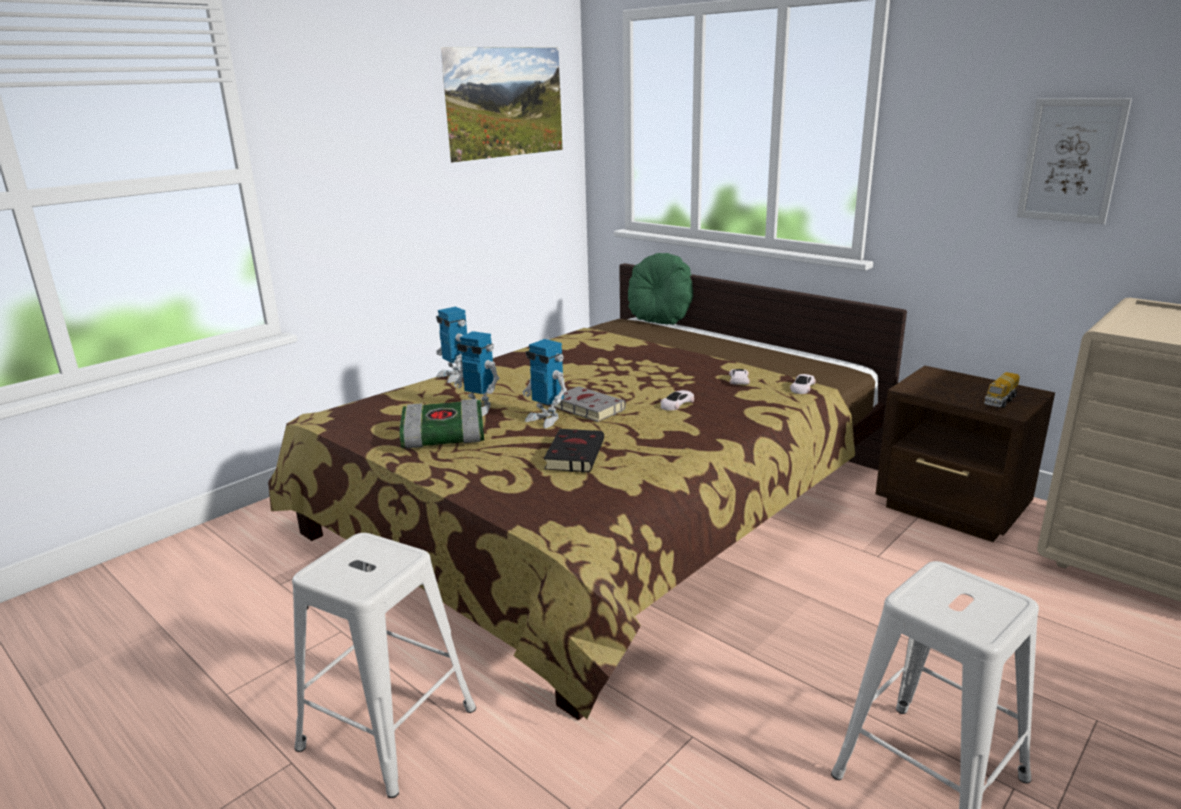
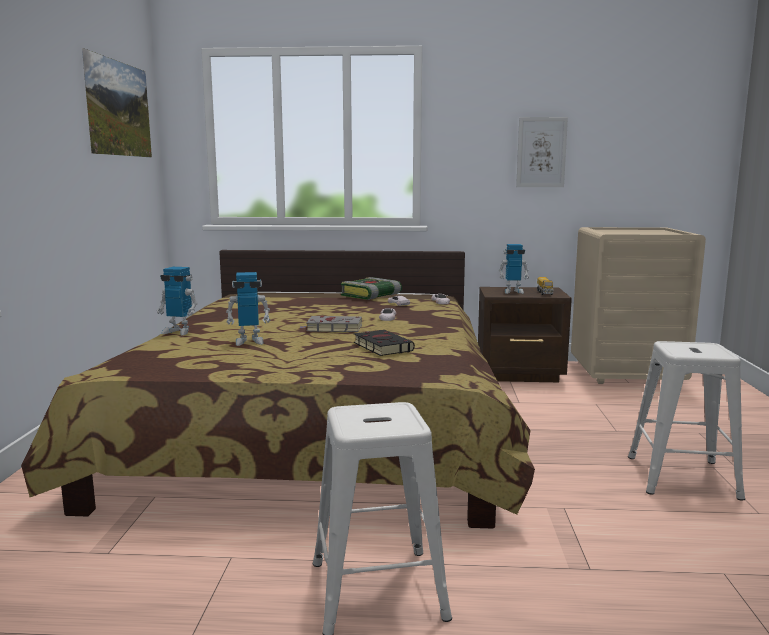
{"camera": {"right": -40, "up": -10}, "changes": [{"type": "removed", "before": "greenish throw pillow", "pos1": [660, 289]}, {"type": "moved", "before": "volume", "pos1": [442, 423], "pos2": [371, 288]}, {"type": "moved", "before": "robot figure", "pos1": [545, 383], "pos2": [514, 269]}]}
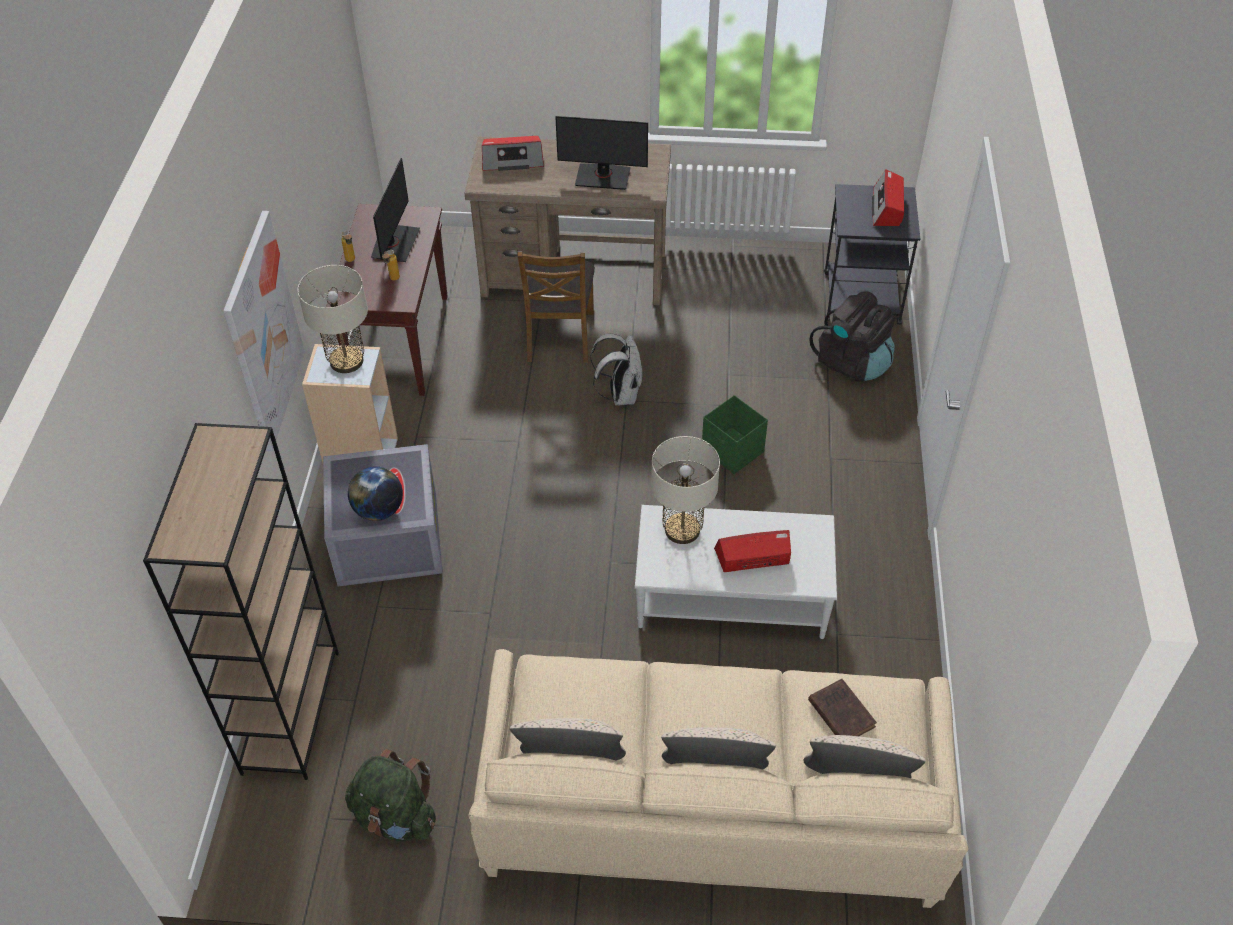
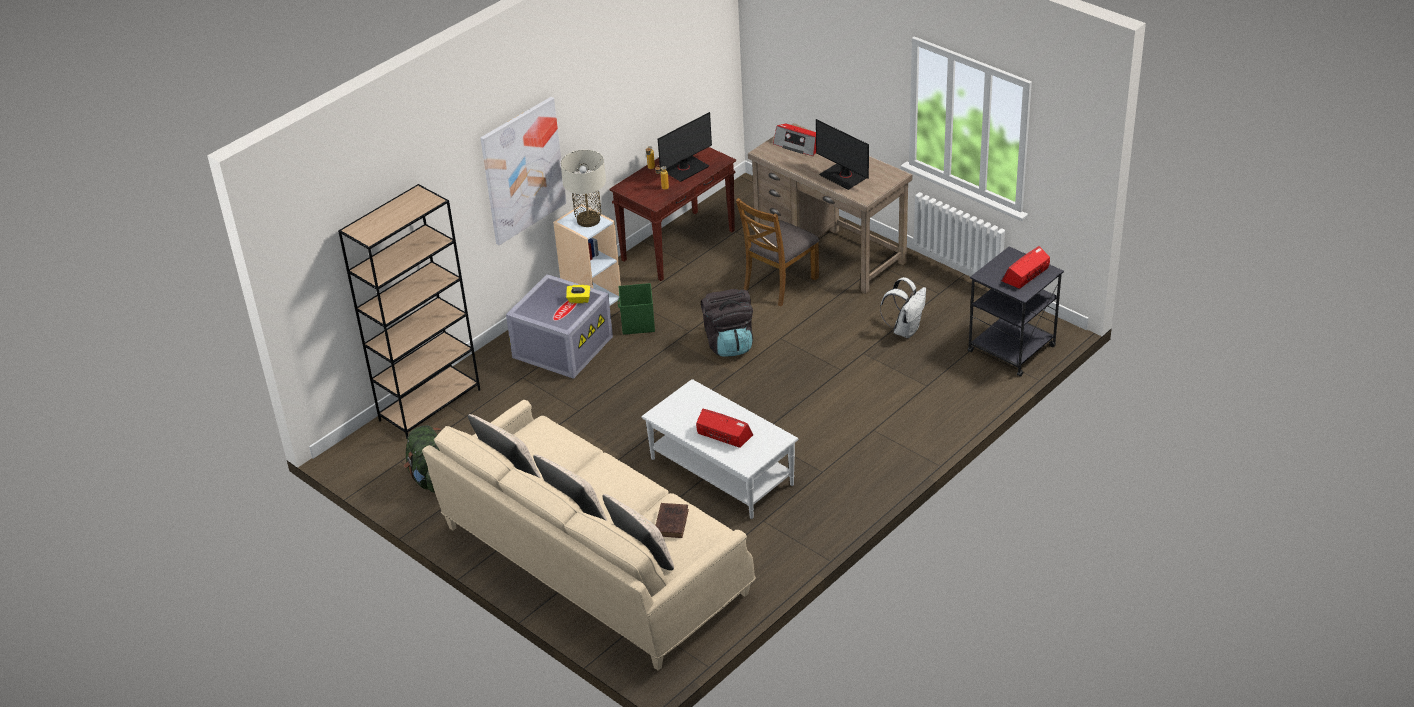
{"camera": {"right": 40, "up": -10}, "changes": [{"type": "removed", "before": "desk globe", "pos1": [375, 493]}, {"type": "removed", "before": "tabletop lamp", "pos1": [685, 490]}, {"type": "added", "after": "yellow box of tissues", "pos2": [578, 294]}, {"type": "moved", "before": "white knapsack", "pos1": [616, 369], "pos2": [903, 307]}, {"type": "moved", "before": "greenish storage bin", "pos1": [735, 434], "pos2": [636, 309]}, {"type": "moved", "before": "black knapsack", "pos1": [852, 336], "pos2": [727, 323]}]}
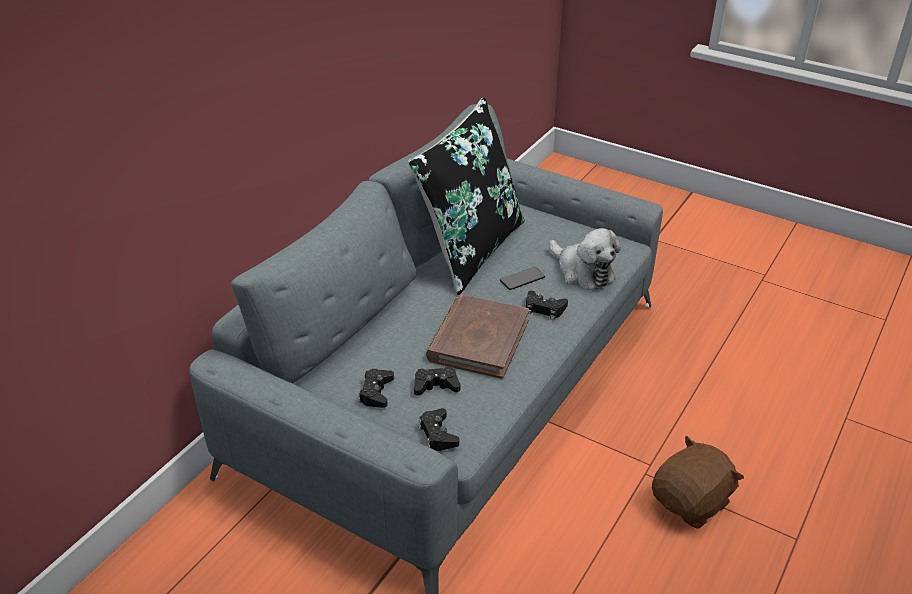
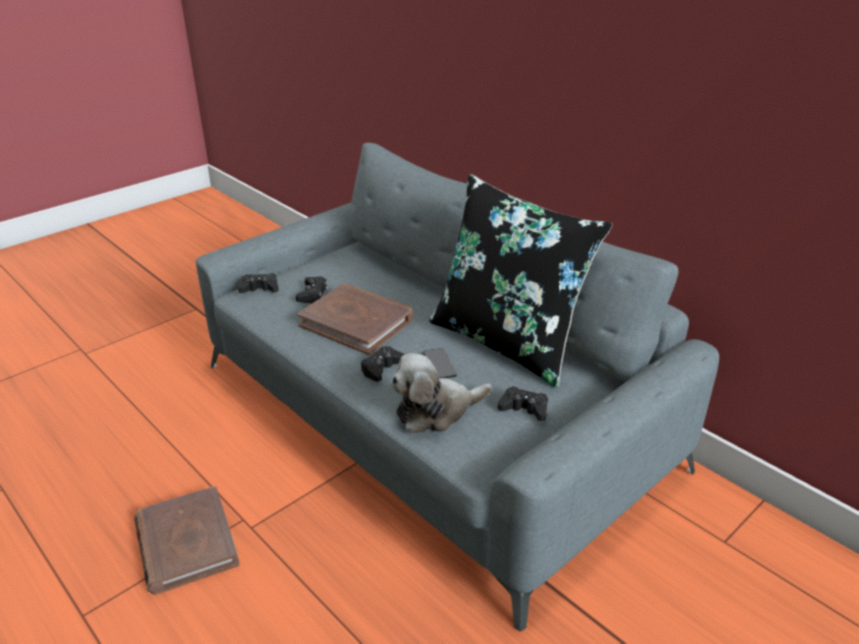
{"camera": {"right": 105, "up": -5}, "changes": [{"type": "moved", "before": "black game controller", "pos1": [376, 388], "pos2": [523, 403]}, {"type": "replaced", "before": "brownish plush toy", "after": "brownish volume", "pos1": [698, 482], "pos2": [187, 540]}]}
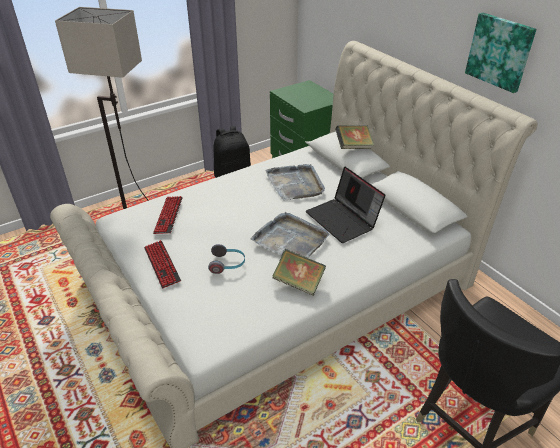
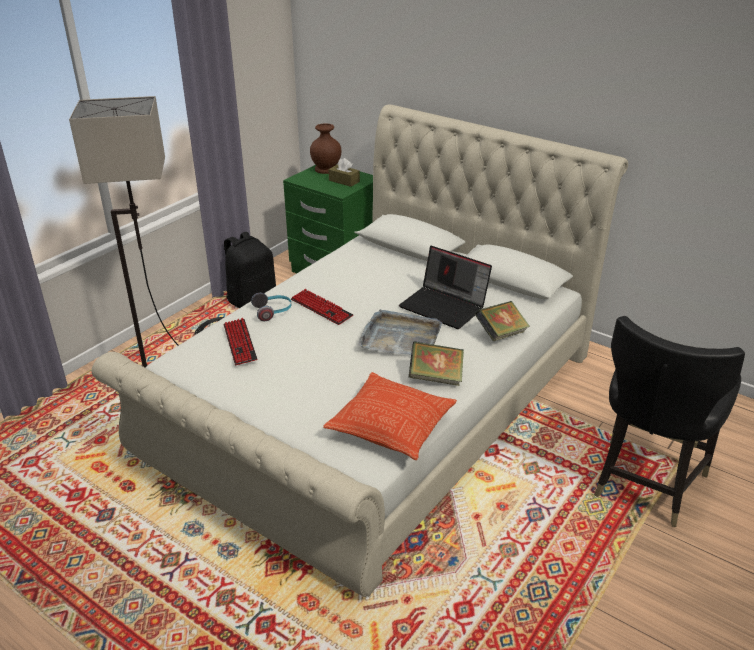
{"camera": {"right": -20, "up": -5}, "changes": [{"type": "removed", "before": "gray serving tray", "pos1": [295, 182]}, {"type": "removed", "before": "wall art", "pos1": [500, 53]}, {"type": "added", "after": "brownish flower vase", "pos2": [325, 148]}, {"type": "added", "after": "orangey throw pillow", "pos2": [390, 416]}, {"type": "added", "after": "brownish box of tissues", "pos2": [344, 172]}, {"type": "moved", "before": "keyboard", "pos1": [162, 264], "pos2": [322, 307]}, {"type": "moved", "before": "headphones", "pos1": [226, 259], "pos2": [271, 307]}, {"type": "moved", "before": "volume", "pos1": [354, 137], "pos2": [502, 321]}]}
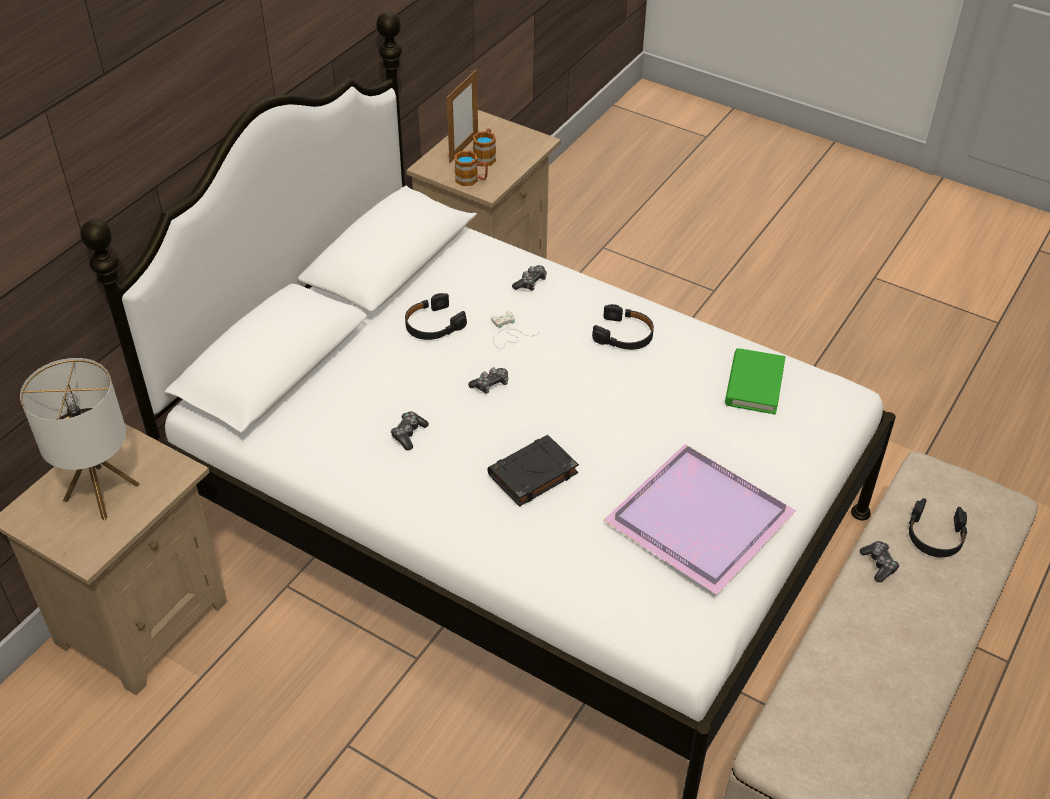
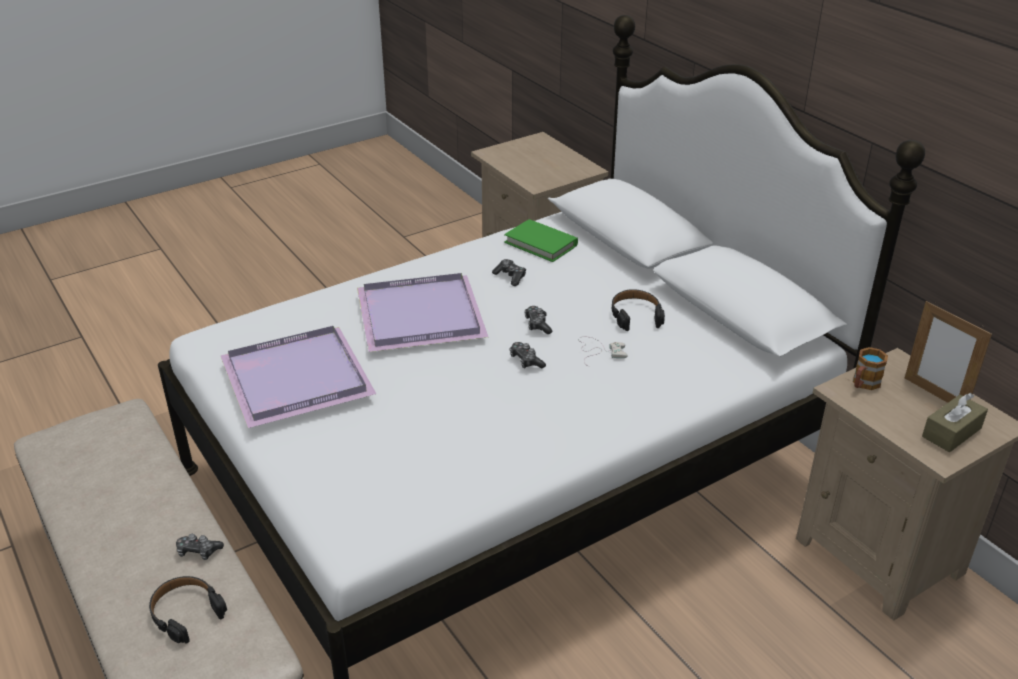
{"camera": {"right": 115, "up": -10}, "changes": [{"type": "removed", "before": "tabletop lamp", "pos1": [80, 439]}, {"type": "removed", "before": "mug", "pos1": [484, 148]}, {"type": "removed", "before": "black headphones", "pos1": [623, 327]}, {"type": "added", "after": "brownish box of tissues", "pos2": [955, 422]}, {"type": "moved", "before": "game controller", "pos1": [529, 278], "pos2": [527, 355]}, {"type": "moved", "before": "greenish volume", "pos1": [755, 381], "pos2": [541, 240]}, {"type": "replaced", "before": "black volume", "after": "purplish serving tray", "pos1": [533, 471], "pos2": [422, 312]}]}
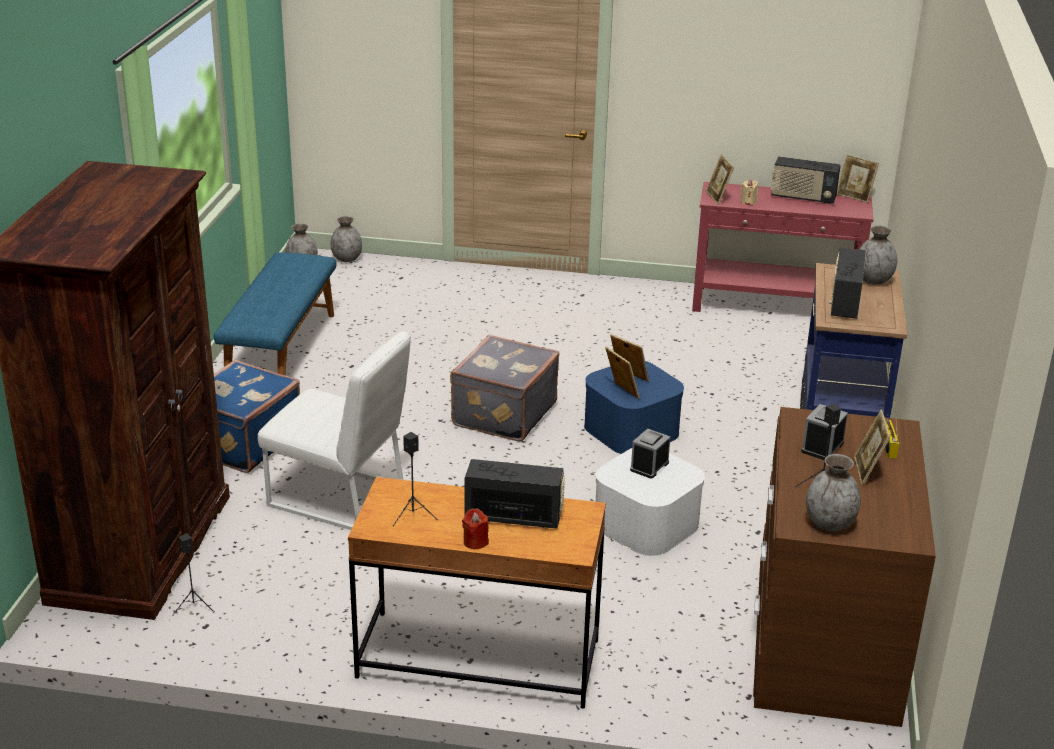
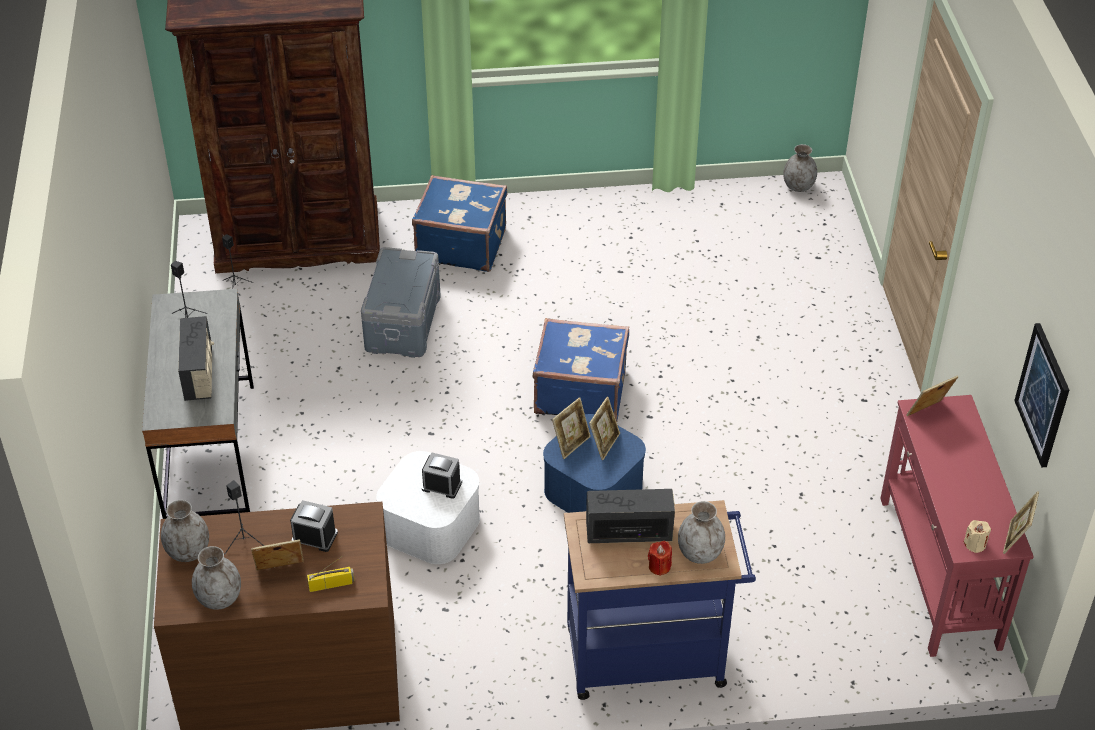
{"camera": {"right": 75, "up": 15}, "changes": [{"type": "removed", "before": "blue-coloured indoor bench", "pos1": [274, 313]}, {"type": "removed", "before": "radio set", "pos1": [806, 180]}, {"type": "added", "after": "wall art", "pos2": [1041, 395]}, {"type": "moved", "before": "gray flower vase", "pos1": [346, 239], "pos2": [216, 578]}, {"type": "moved", "before": "red wax candle", "pos1": [475, 529], "pos2": [660, 558]}, {"type": "moved", "before": "sand-coloured wax candle", "pos1": [749, 192], "pos2": [977, 536]}, {"type": "replaced", "before": "white upright chair", "after": "gray storage bin", "pos1": [334, 430], "pos2": [401, 302]}, {"type": "recoloured", "before": "brownish desk", "after": "gray desk", "pos1": [477, 593], "pos2": [198, 404]}, {"type": "recoloured", "before": "gray suitcase", "after": "blue-coloured suitcase", "pos1": [505, 388], "pos2": [581, 370]}]}
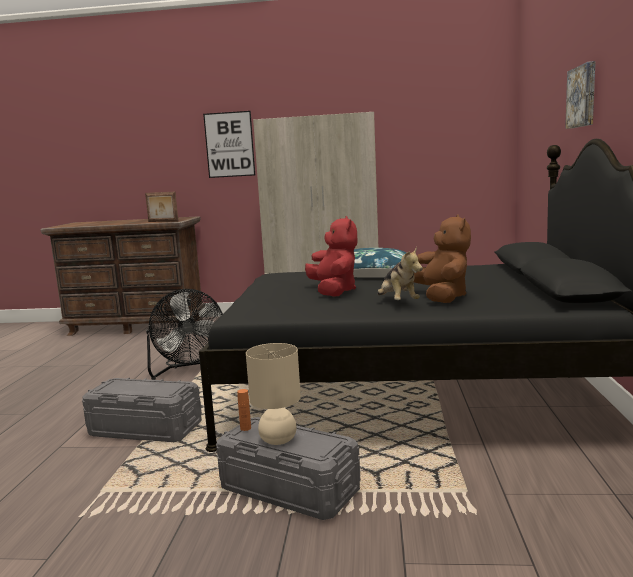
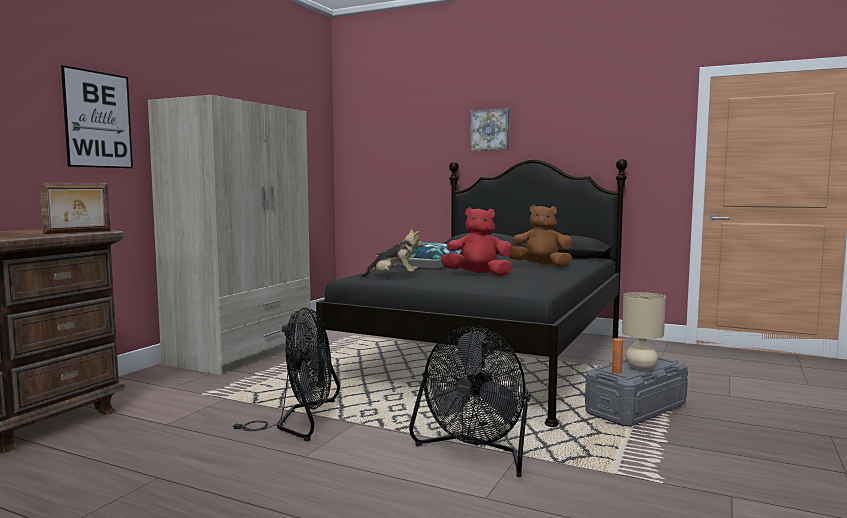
{"camera": {"right": -70, "up": -5}, "changes": [{"type": "moved", "before": "plush toy", "pos1": [400, 273], "pos2": [391, 253]}, {"type": "replaced", "before": "gray storage bin", "after": "black electric fan", "pos1": [142, 410], "pos2": [470, 401]}]}
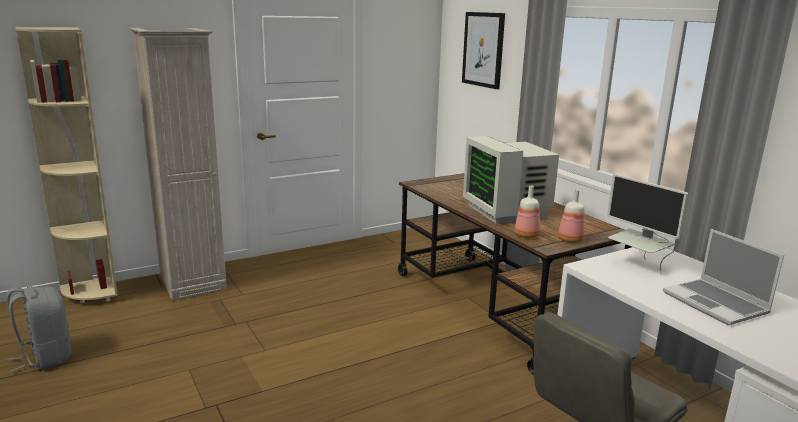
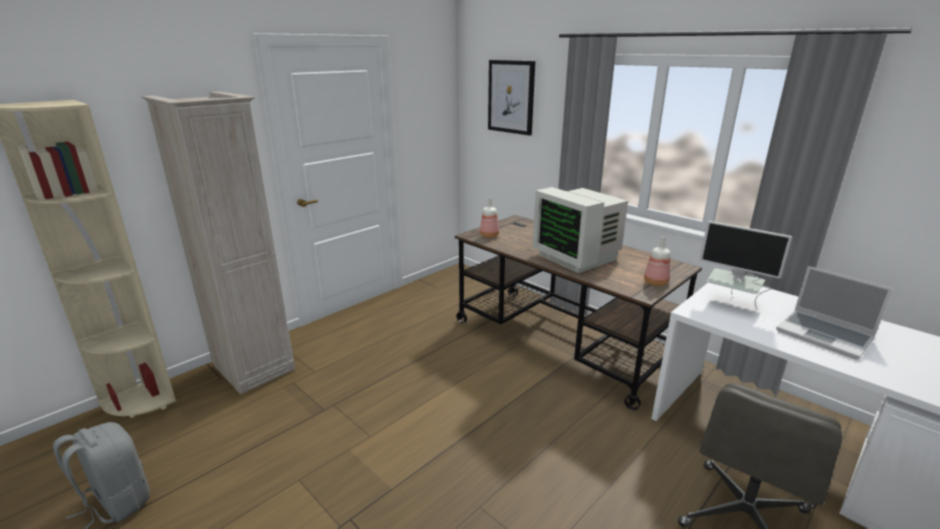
{"camera": {"right": -15, "up": 5}, "changes": [{"type": "moved", "before": "beverage bottle", "pos1": [527, 211], "pos2": [489, 217]}]}
